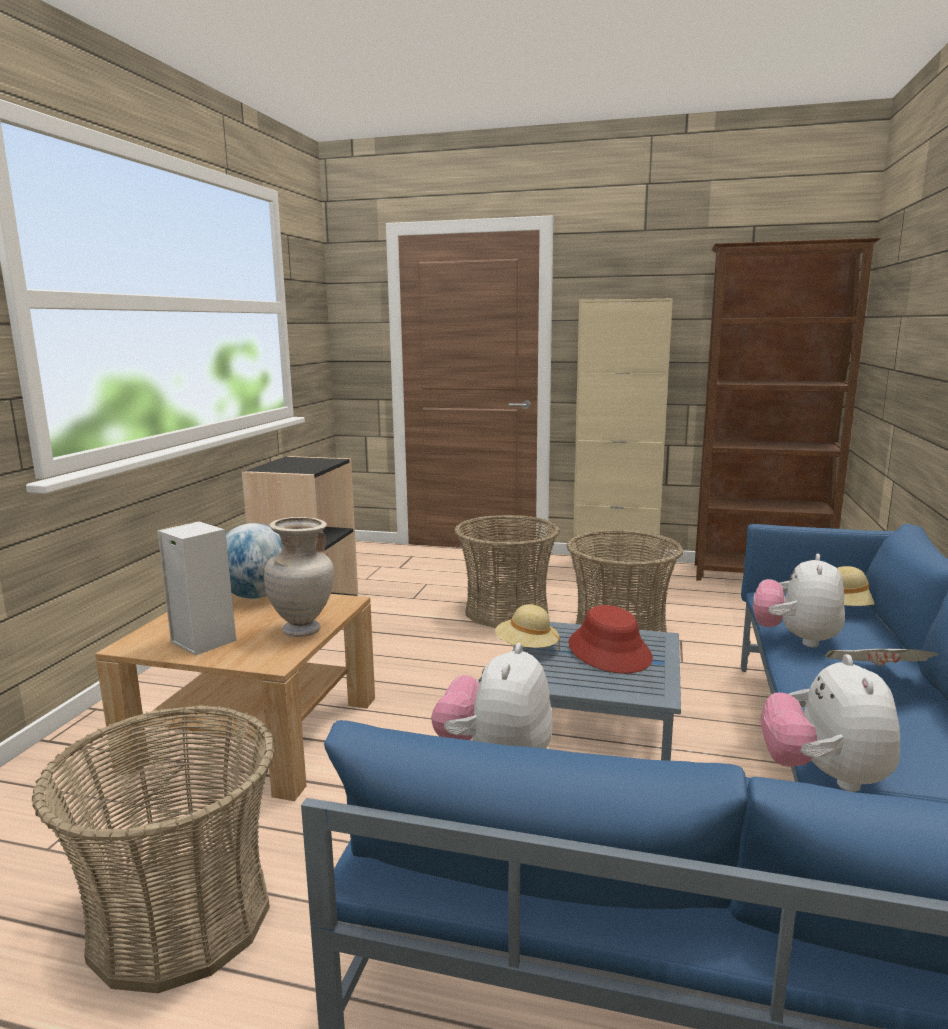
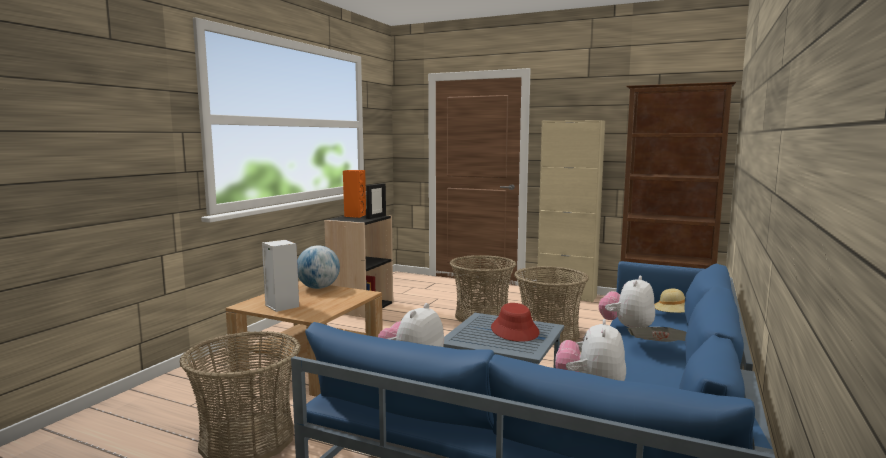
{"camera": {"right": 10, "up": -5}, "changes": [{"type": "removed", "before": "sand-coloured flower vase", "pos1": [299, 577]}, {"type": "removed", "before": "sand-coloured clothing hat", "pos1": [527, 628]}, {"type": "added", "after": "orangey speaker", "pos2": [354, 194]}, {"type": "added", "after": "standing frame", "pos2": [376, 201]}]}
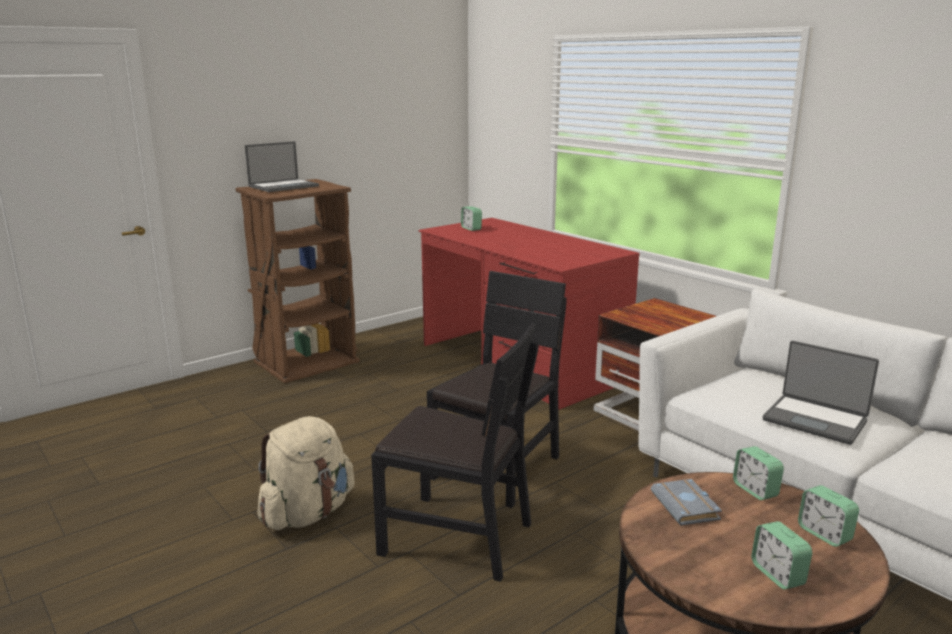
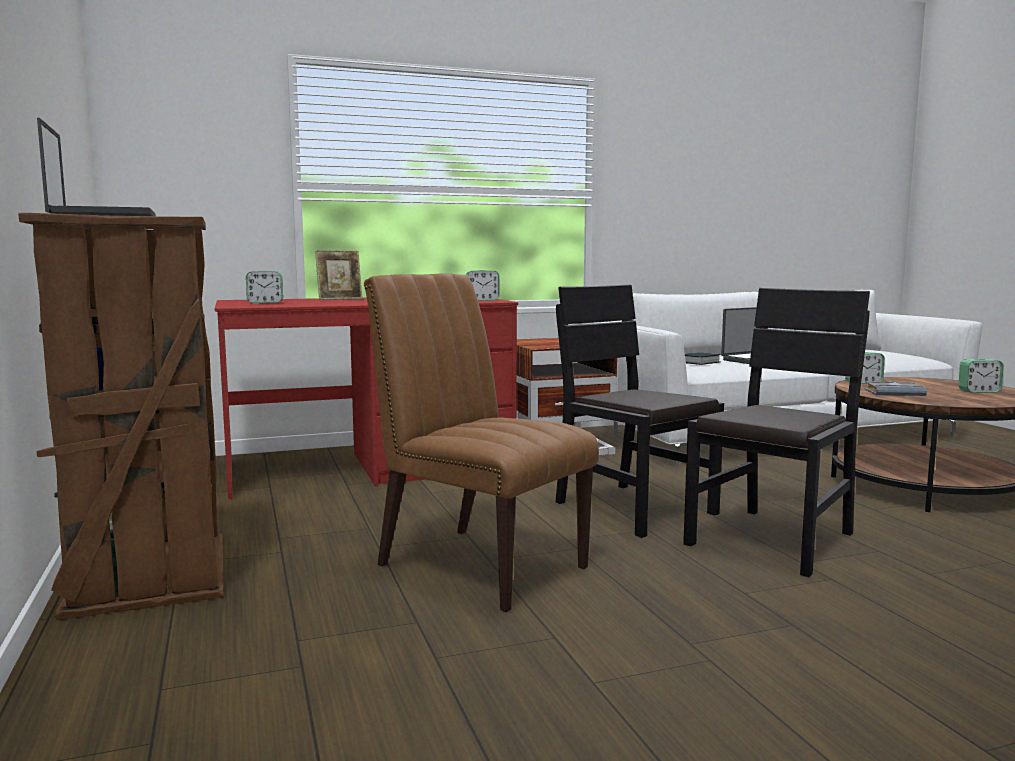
{"camera": {"right": -70, "up": -10}, "changes": [{"type": "removed", "before": "sand-coloured knapsack", "pos1": [305, 473]}, {"type": "added", "after": "standing frame", "pos2": [339, 275]}, {"type": "added", "after": "brownish upright chair", "pos2": [481, 442]}, {"type": "added", "after": "volume", "pos2": [703, 358]}, {"type": "moved", "before": "alarm clock", "pos1": [828, 516], "pos2": [483, 285]}]}
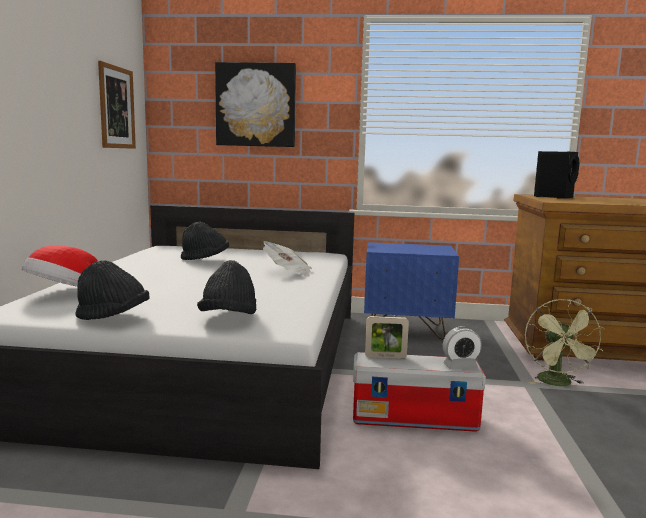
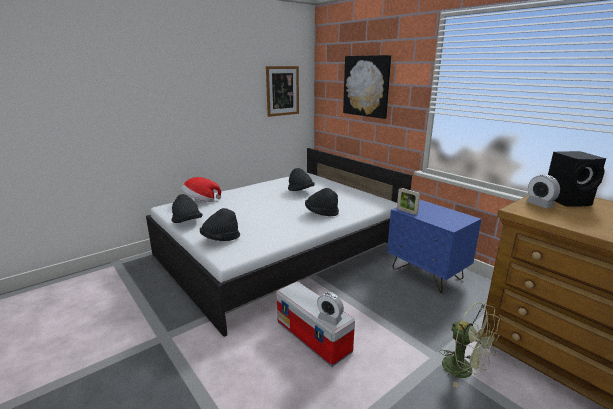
{"camera": {"right": 45, "up": 10}, "changes": [{"type": "added", "after": "alarm clock", "pos2": [543, 191]}, {"type": "moved", "before": "standing frame", "pos1": [387, 337], "pos2": [408, 201]}, {"type": "replaced", "before": "printed paper", "after": "black clothing hat", "pos1": [287, 259], "pos2": [322, 202]}, {"type": "turned", "before": "greenish electric fan", "pos1": [565, 342], "pos2": [469, 344], "turn": -90}]}
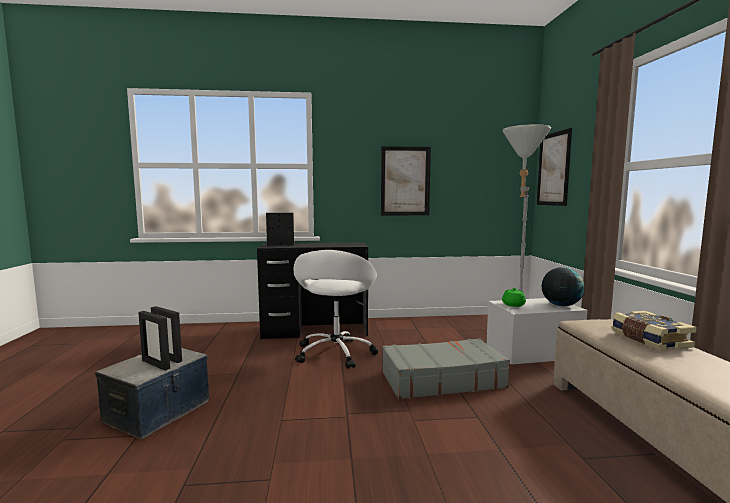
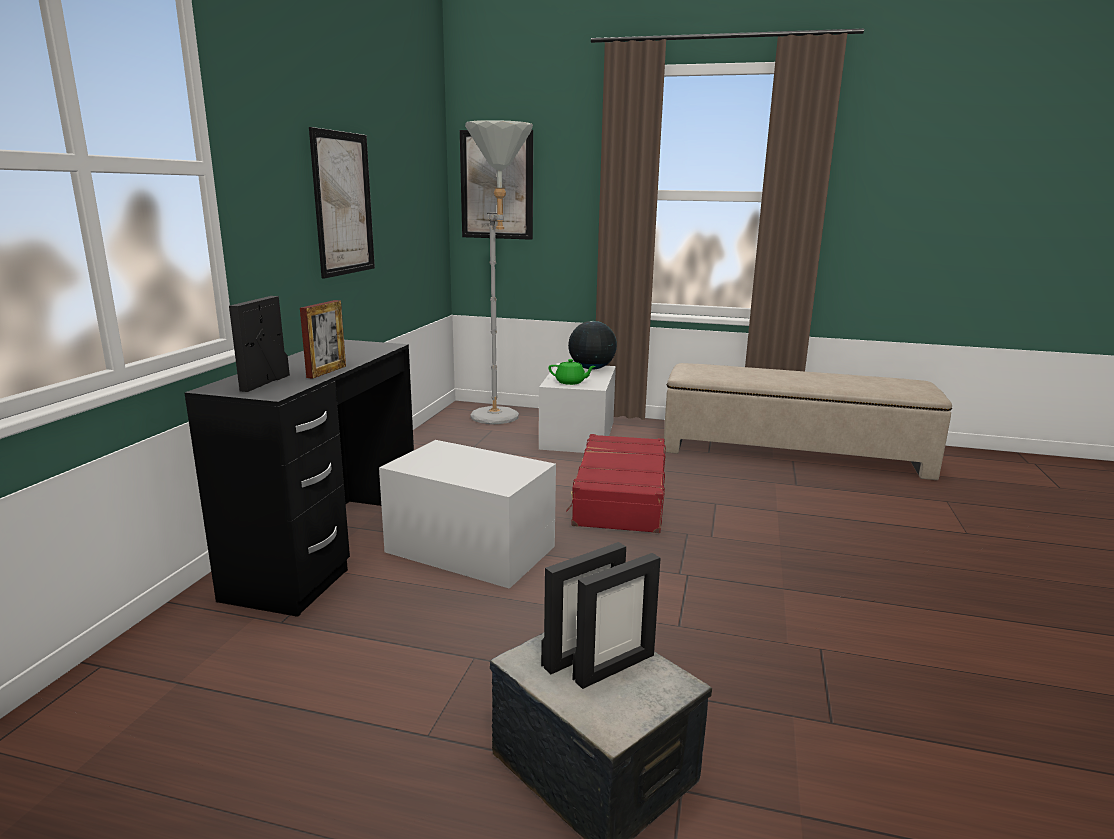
{"camera": {"right": -70, "up": 10}, "changes": [{"type": "removed", "before": "volume", "pos1": [654, 330]}, {"type": "added", "after": "standing frame", "pos2": [323, 339]}, {"type": "replaced", "before": "white computer chair", "after": "white storage bin", "pos1": [336, 309], "pos2": [467, 514]}, {"type": "recoloured", "before": "gray suitcase", "after": "red suitcase", "pos1": [446, 368], "pos2": [616, 483]}]}
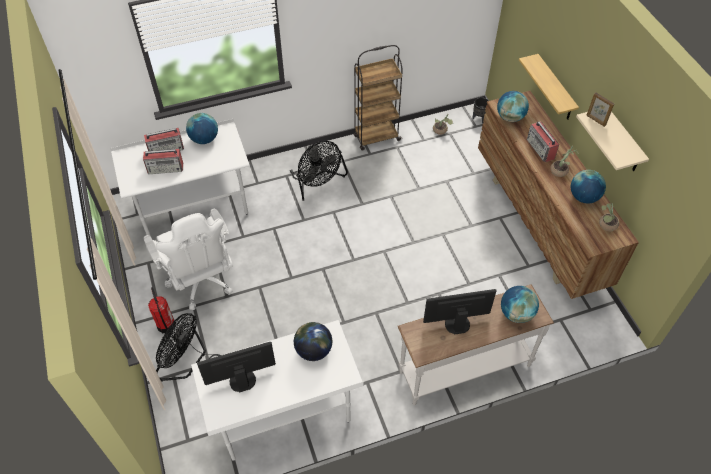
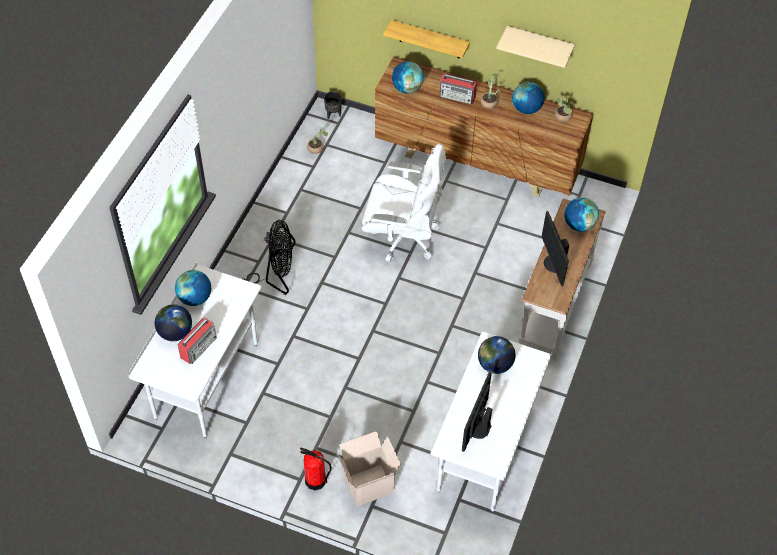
{"camera": {"right": -50, "up": 0}, "changes": [{"type": "removed", "before": "brownish cart", "pos1": [378, 97]}, {"type": "removed", "before": "standing frame", "pos1": [600, 109]}, {"type": "moved", "before": "white computer chair", "pos1": [188, 259], "pos2": [403, 203]}, {"type": "replaced", "before": "radio set", "after": "desk globe", "pos1": [164, 139], "pos2": [173, 322]}, {"type": "replaced", "before": "black electric fan", "after": "carton", "pos1": [188, 347], "pos2": [369, 469]}, {"type": "turned", "before": "computer screen", "pos1": [460, 312], "pos2": [555, 248], "turn": -45}]}
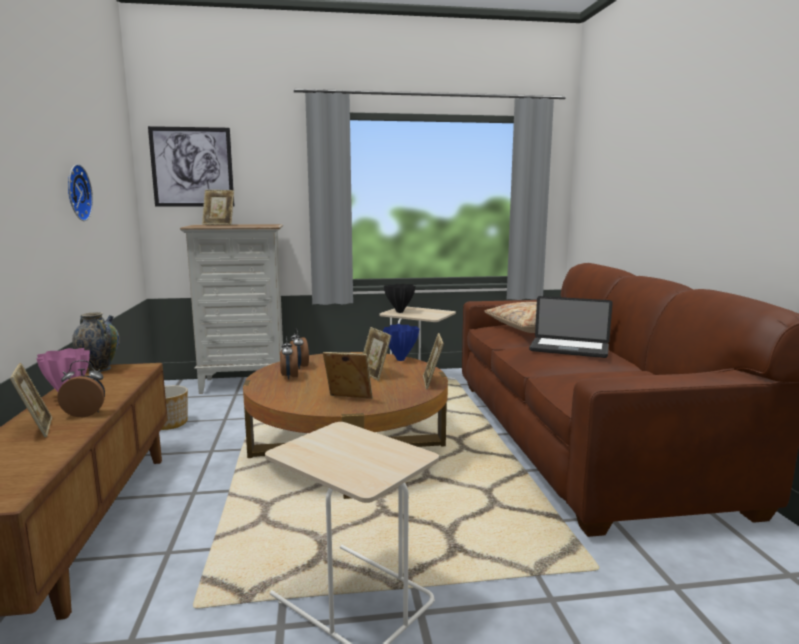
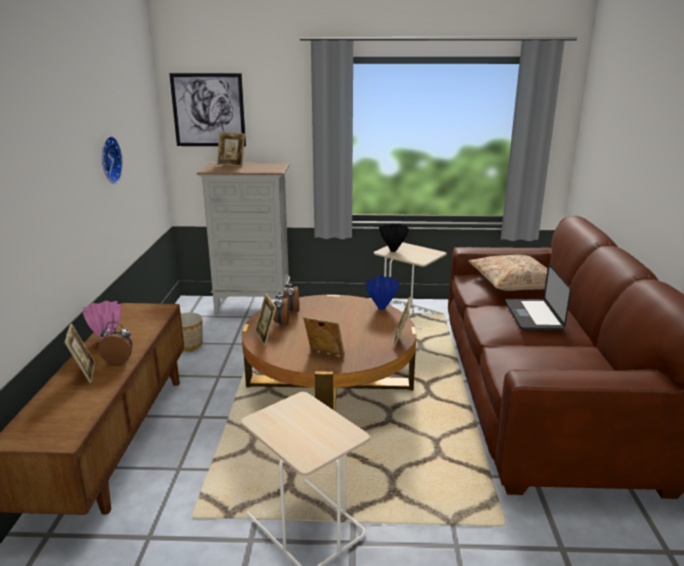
{"camera": {"right": 10, "up": 10}, "changes": [{"type": "removed", "before": "flower vase", "pos1": [96, 342]}, {"type": "moved", "before": "standing frame", "pos1": [377, 354], "pos2": [266, 319]}, {"type": "turned", "before": "notebook computer", "pos1": [571, 327], "pos2": [538, 297], "turn": 60}]}
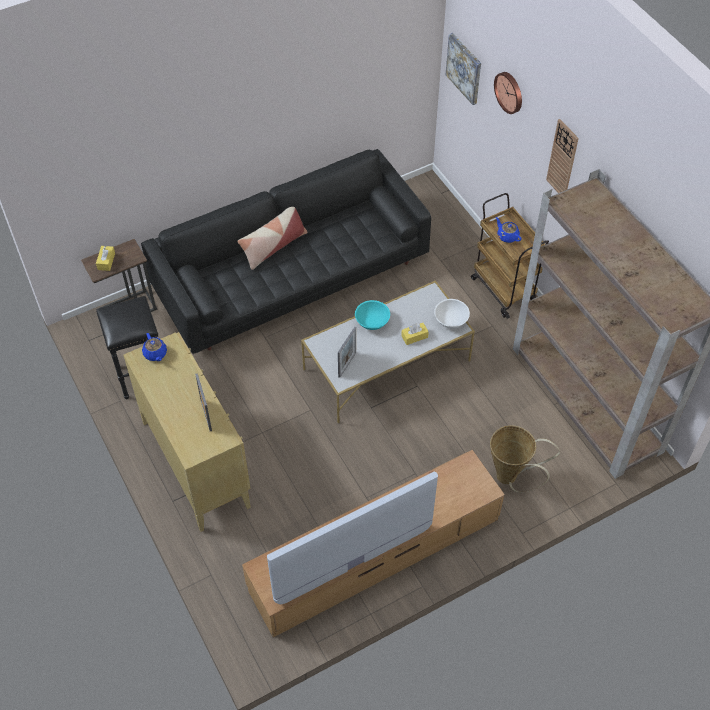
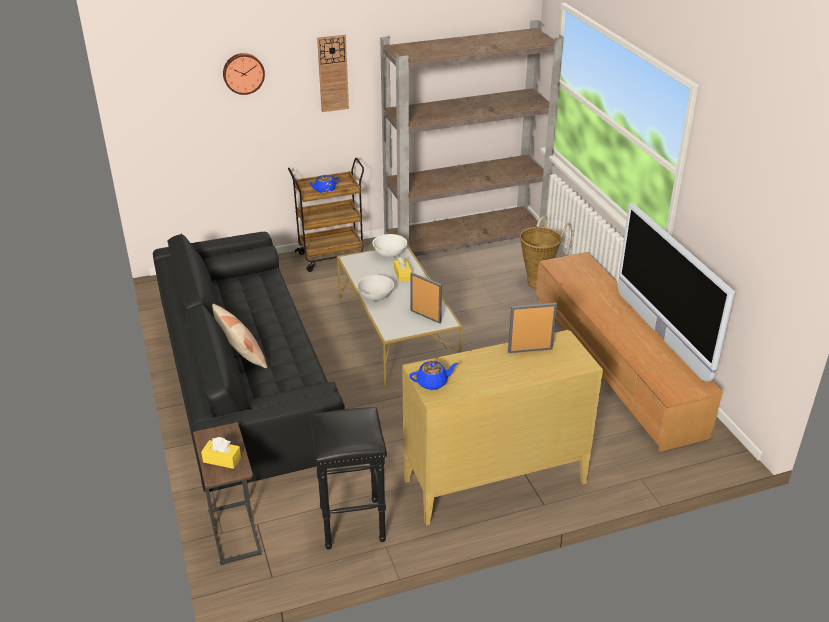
{"camera": {"right": -80, "up": -20}, "changes": [{"type": "removed", "before": "wall art", "pos1": [463, 69]}, {"type": "recoloured", "before": "turquoise-coloured bowl", "after": "white bowl", "pos1": [372, 315], "pos2": [375, 288]}]}
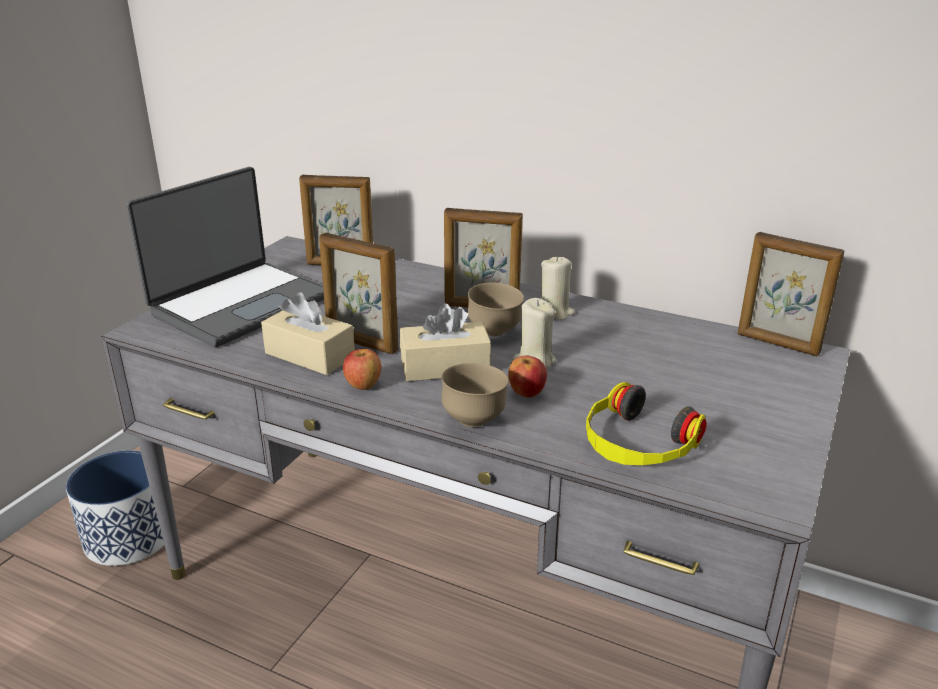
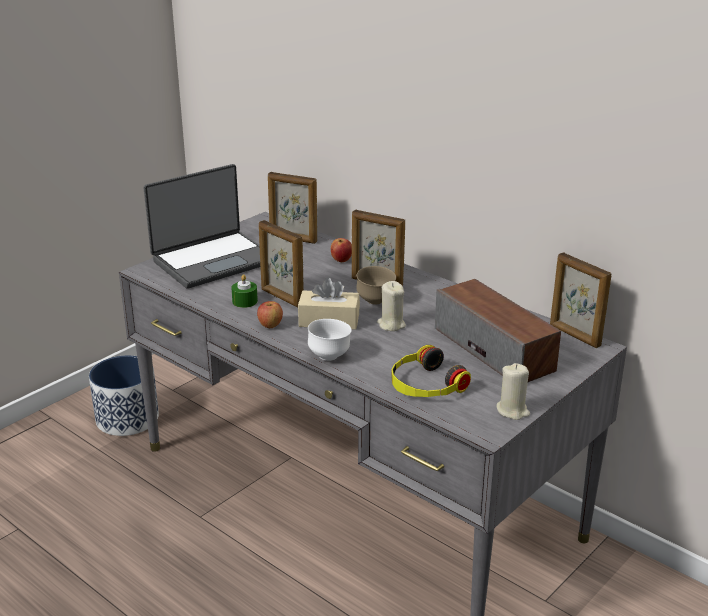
{"camera": {"right": 15, "up": 0}, "changes": [{"type": "added", "after": "speaker", "pos2": [498, 330]}, {"type": "moved", "before": "apple", "pos1": [527, 377], "pos2": [341, 250]}, {"type": "moved", "before": "sand-coloured wax candle", "pos1": [558, 288], "pos2": [513, 391]}, {"type": "replaced", "before": "sand-coloured box of tissues", "after": "greenish wax candle", "pos1": [308, 333], "pos2": [244, 291]}, {"type": "recoloured", "before": "brownish bowl", "after": "white bowl", "pos1": [475, 395], "pos2": [330, 340]}]}
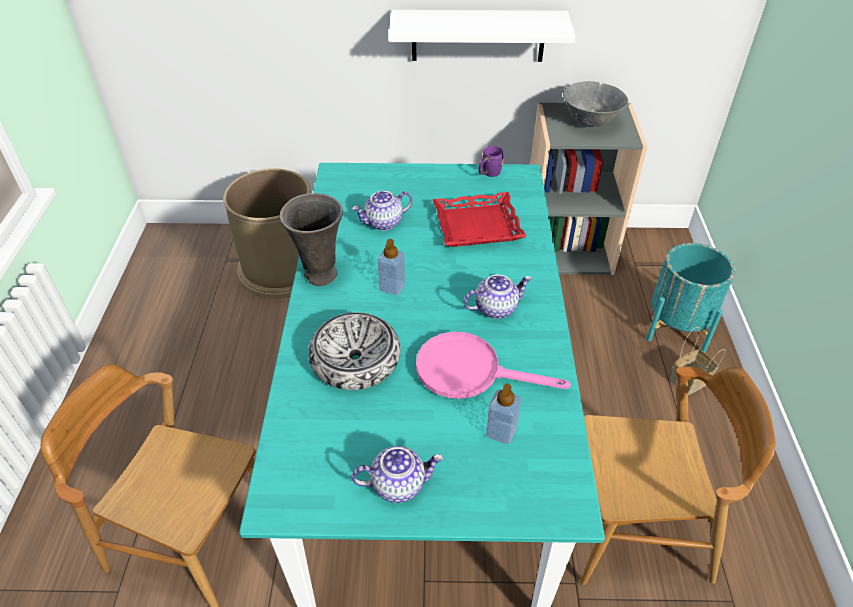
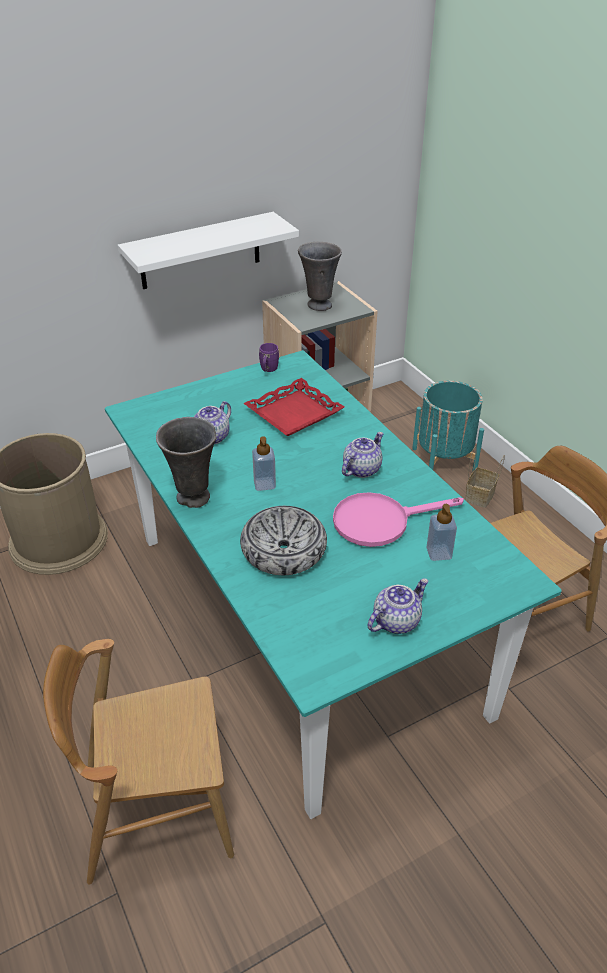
{"camera": {"right": -30, "up": -5}, "changes": [{"type": "replaced", "before": "gray bowl", "after": "gray flower vase", "pos1": [595, 104], "pos2": [320, 276]}]}
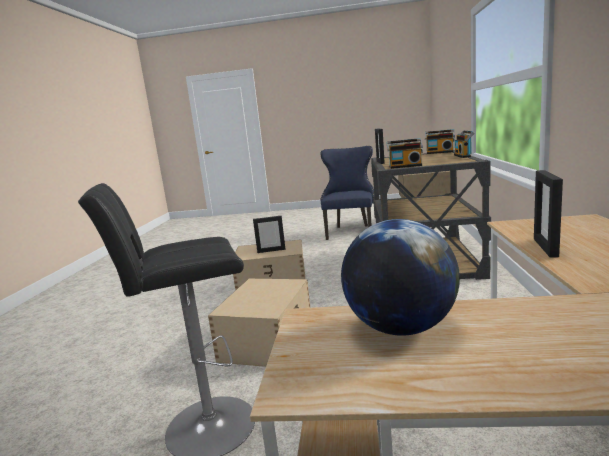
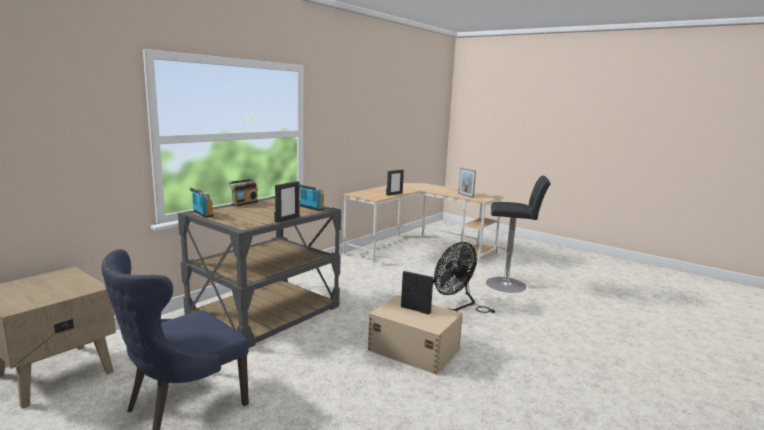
{"camera": {"right": -150, "up": 0}, "changes": [{"type": "replaced", "before": "sand-coloured storage bin", "after": "black electric fan", "pos1": [259, 323], "pos2": [464, 277]}, {"type": "replaced", "before": "desk globe", "after": "standing frame", "pos1": [400, 277], "pos2": [467, 183]}]}
